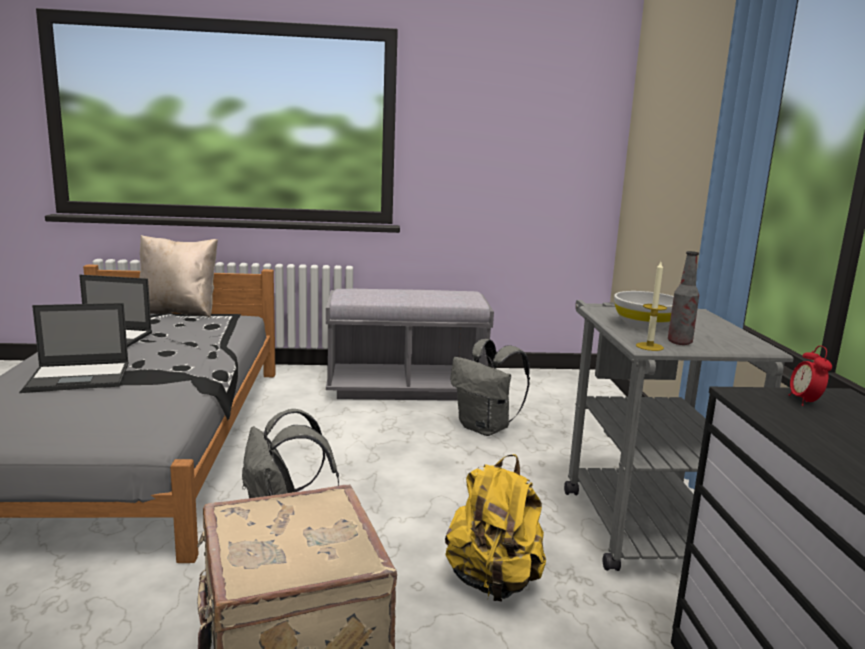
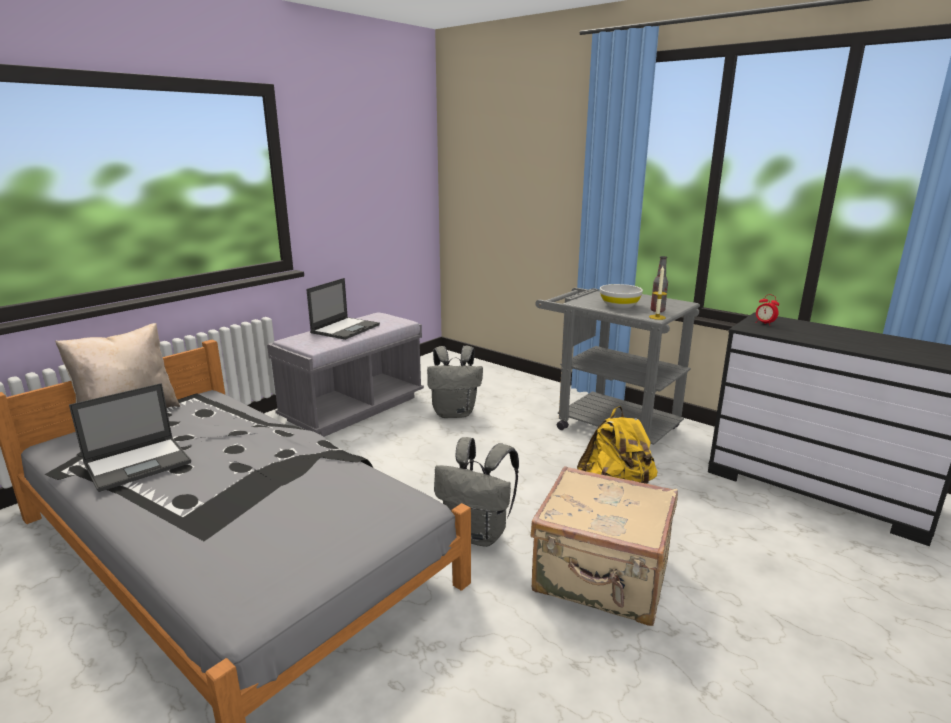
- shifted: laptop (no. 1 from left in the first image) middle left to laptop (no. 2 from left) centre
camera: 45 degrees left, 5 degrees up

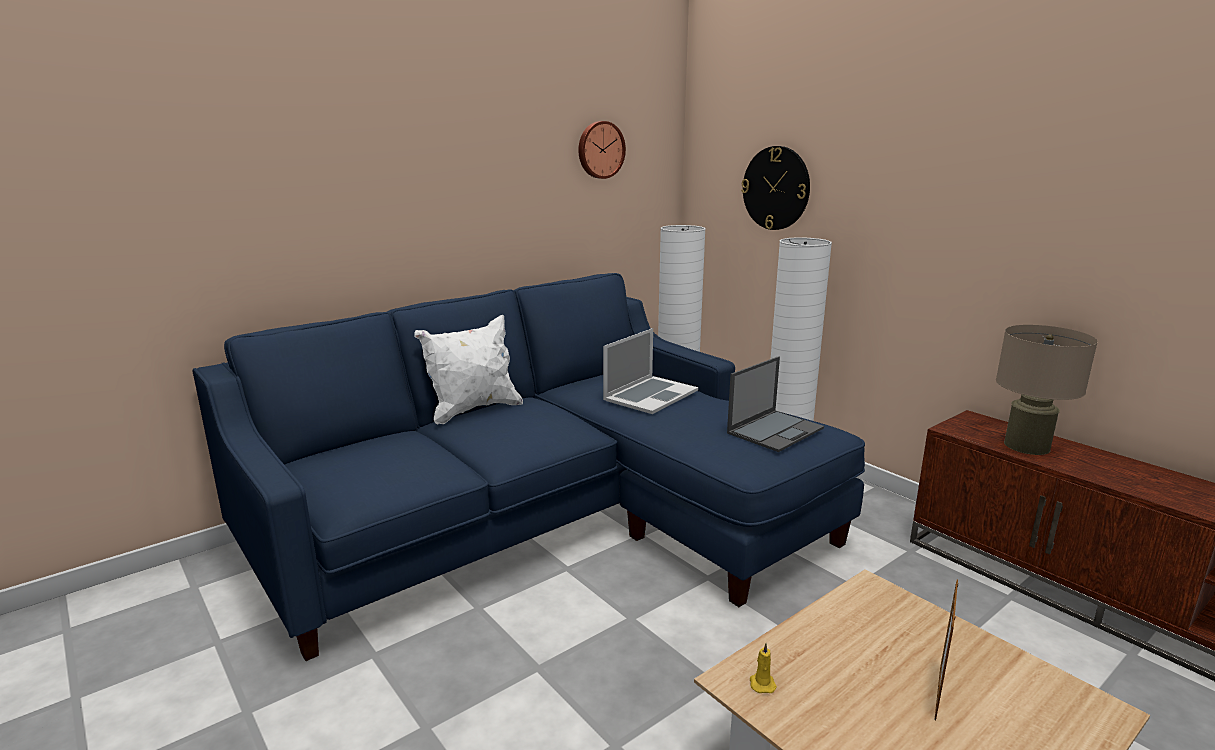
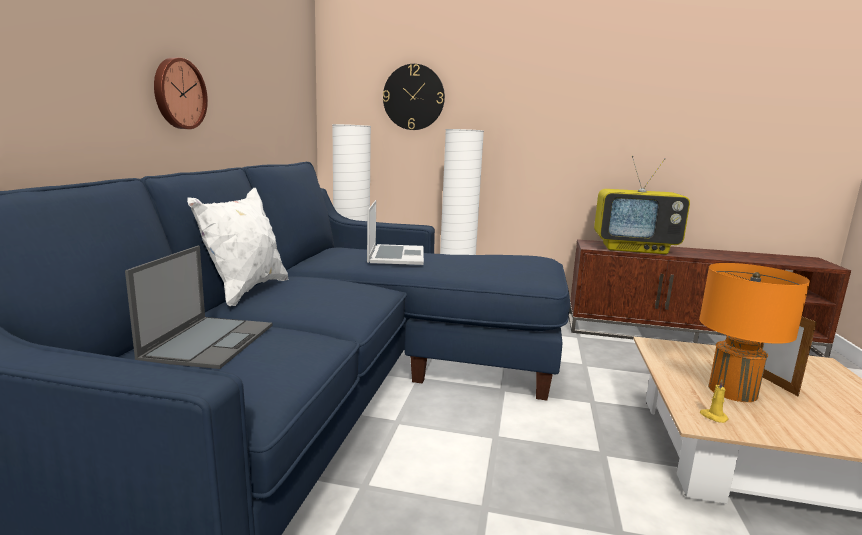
- new: orange table lamp middle right
- shifted: wall clock (no. 1 from left) top centre to top left
- shifted: laptop (no. 2 from left in the first image) centre to laptop (no. 1 from left) middle left
- swapped: beige table lamp middle right to television middle right
camera: 40 degrees left, 5 degrees down

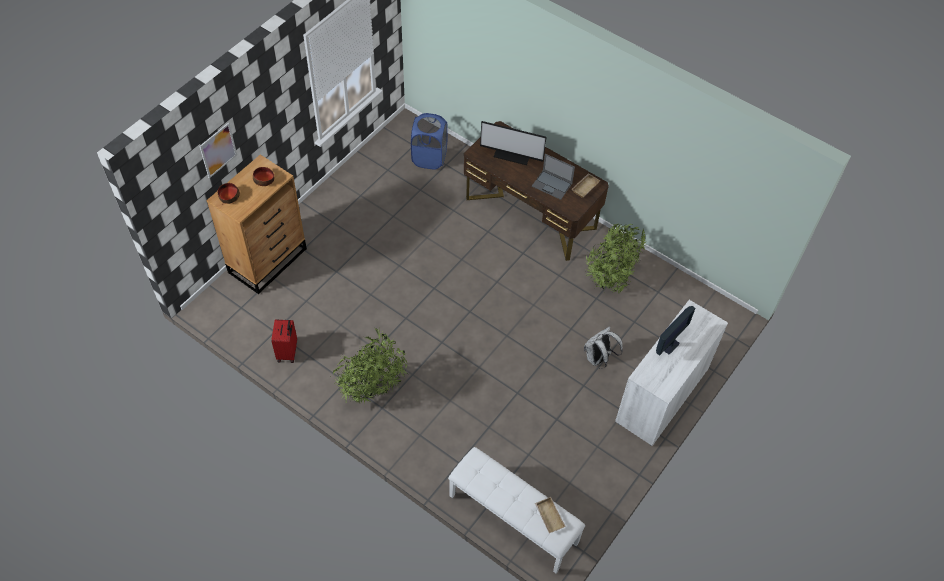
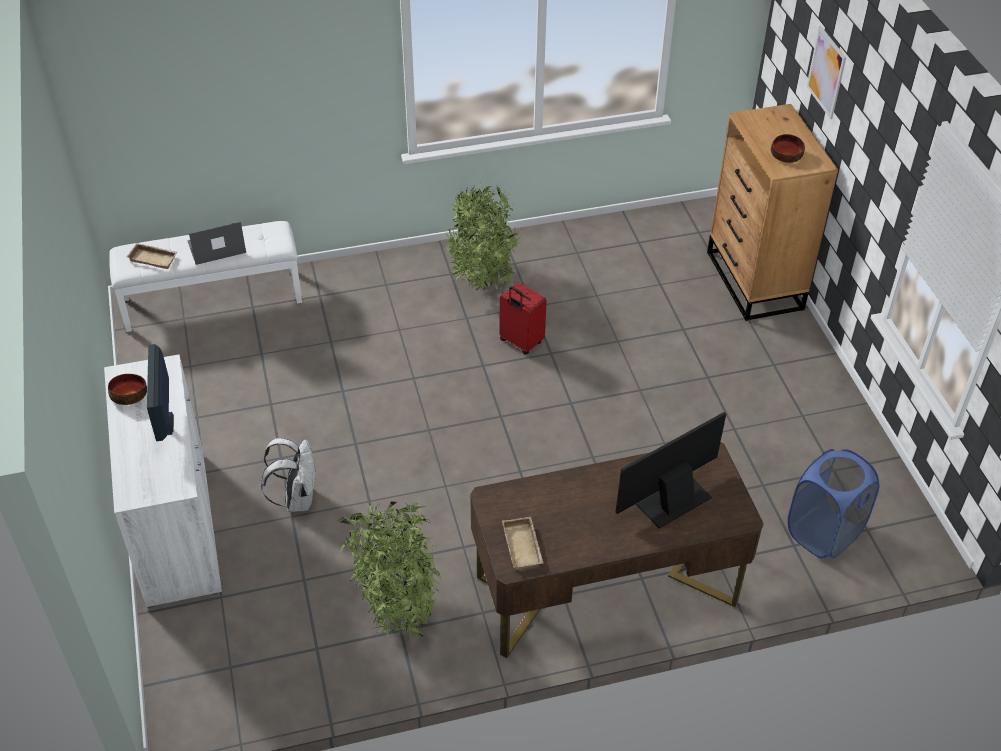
- shifted: bowl (no. 1 from left) top left to middle left
- shifted: red suitcase middle left to centre
- shifted: laptop top centre to top left
camera: 130 degrees right, 10 degrees down

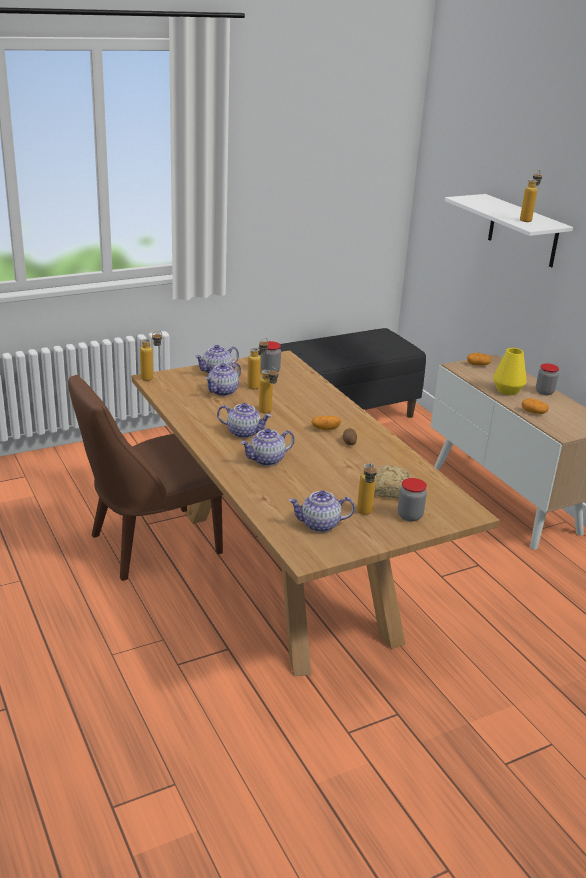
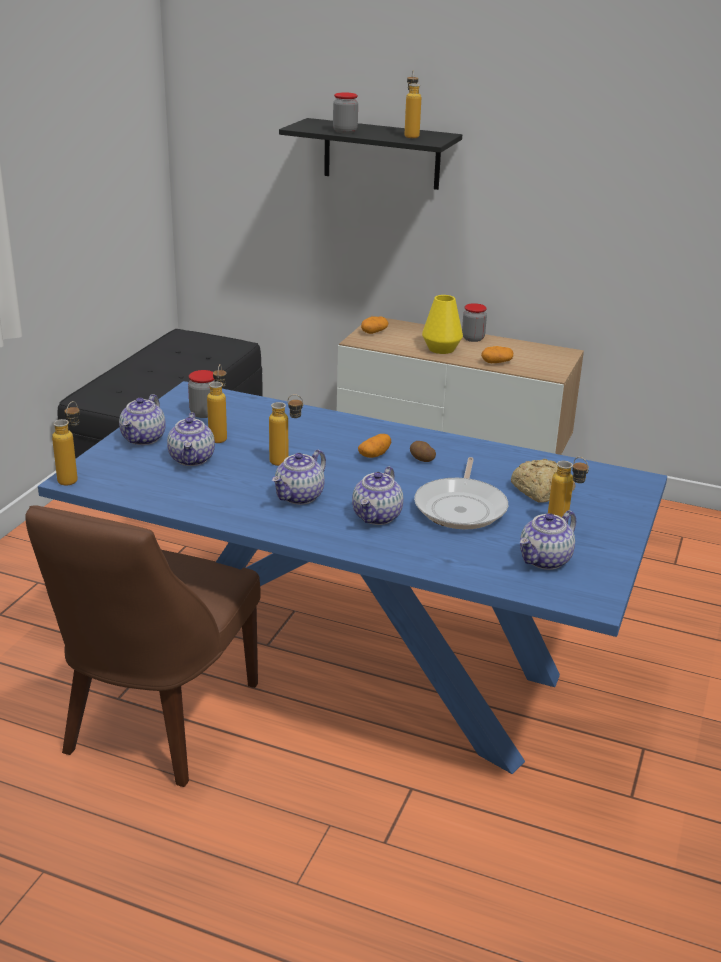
- new: frying pan centre
- shifted: jar (no. 2 from left) middle right to top centre
- repainted: brown dining table centre to blue dining table centre
- repainted: white shelf top right to black shelf top centre
- rotated: teapot (no. 3 from left) centre = centre 150 degrees clockwise
camera: 40 degrees left, 0 degrees up

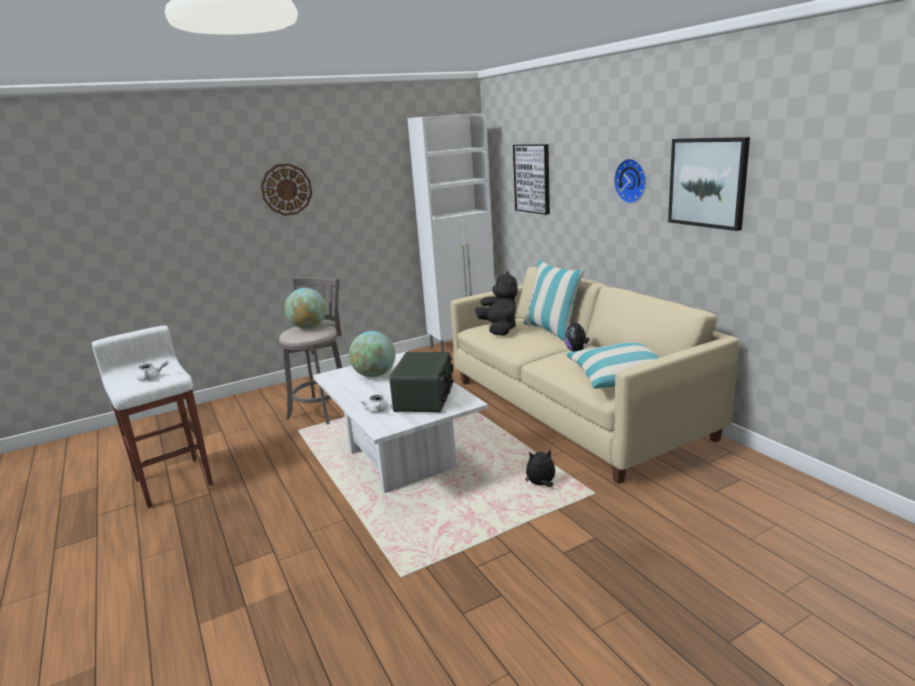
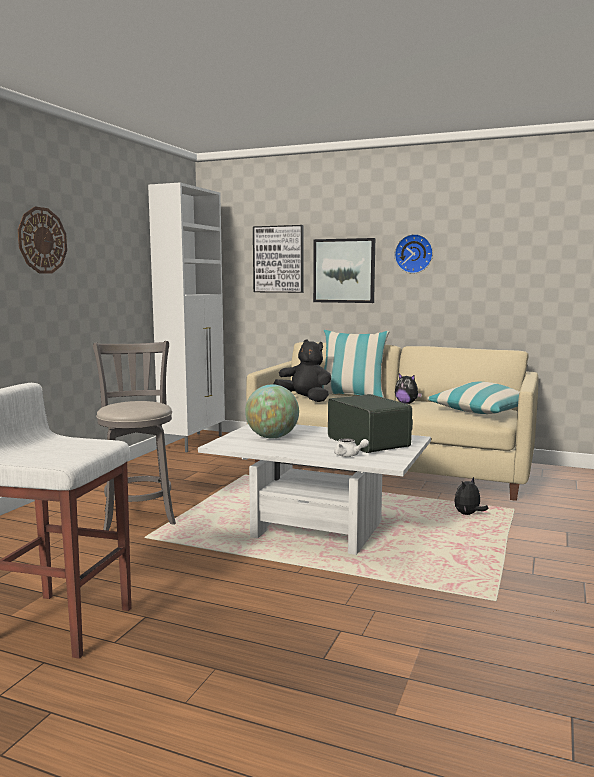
- gone: white teapot (no. 1 from left) middle left
- gone: globe (no. 1 from left) centre
- shifted: picture (no. 2 from left) top right to centre
camera: 40 degrees left, 10 degrees down

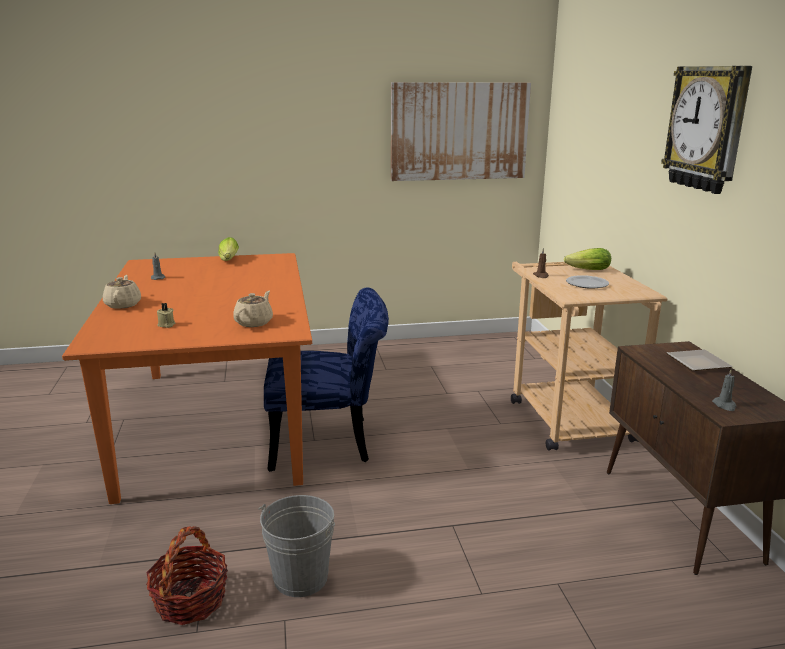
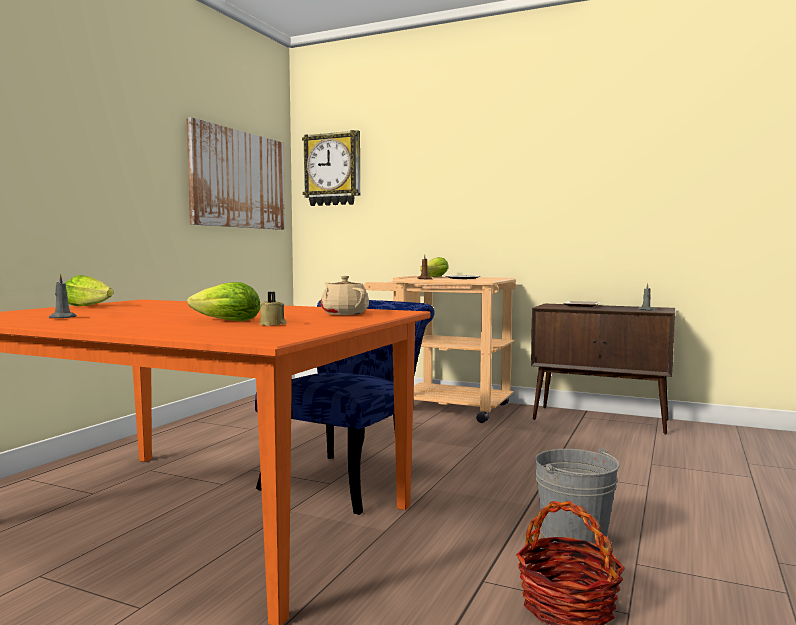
- gone: beige teapot (no. 1 from left) middle left
- new: lettuce (no. 2 from left) middle left
- shifted: wall clock top right to top centre
camera: 55 degrees left, 15 degrees down

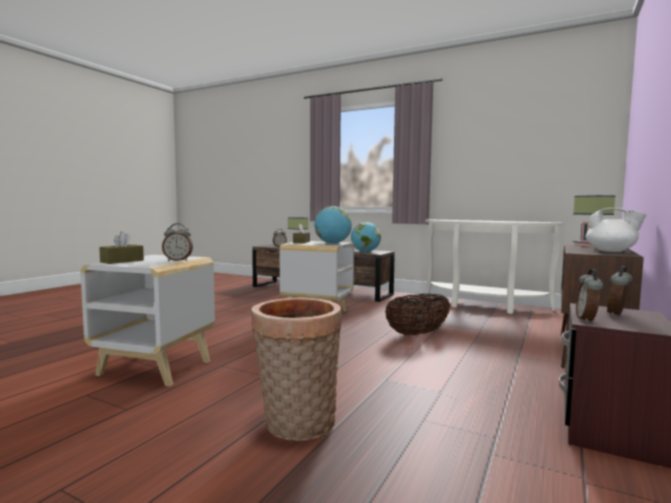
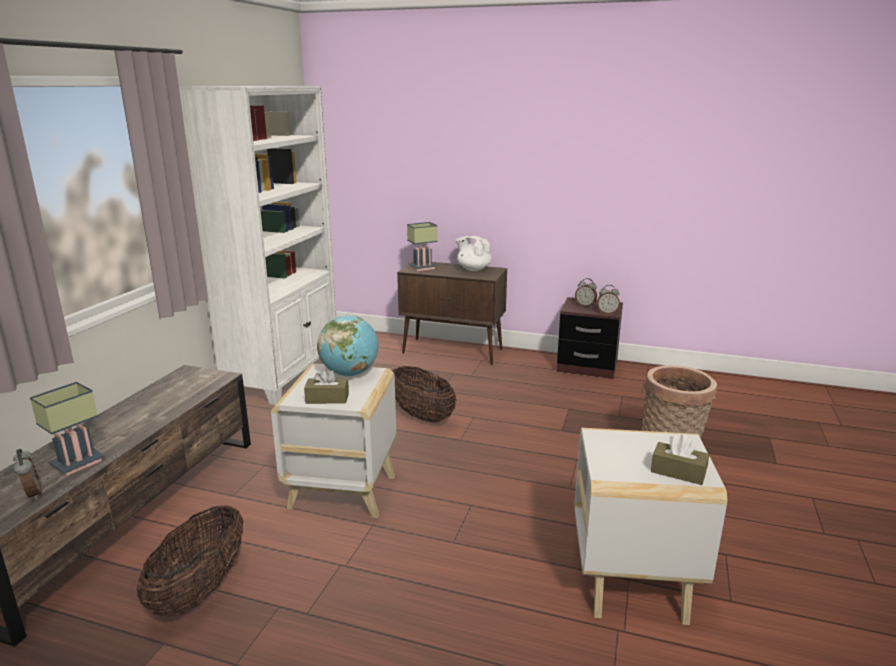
- gone: alarm clock (no. 1 from left) middle left
- gone: globe (no. 2 from left) centre
- new: basket (no. 1 from left) bottom left
- swapped: white console table middle right to white bookcase middle left
- rotated: white teapot middle right = centre 75 degrees counterclockwise
camera: 100 degrees left, 15 degrees up

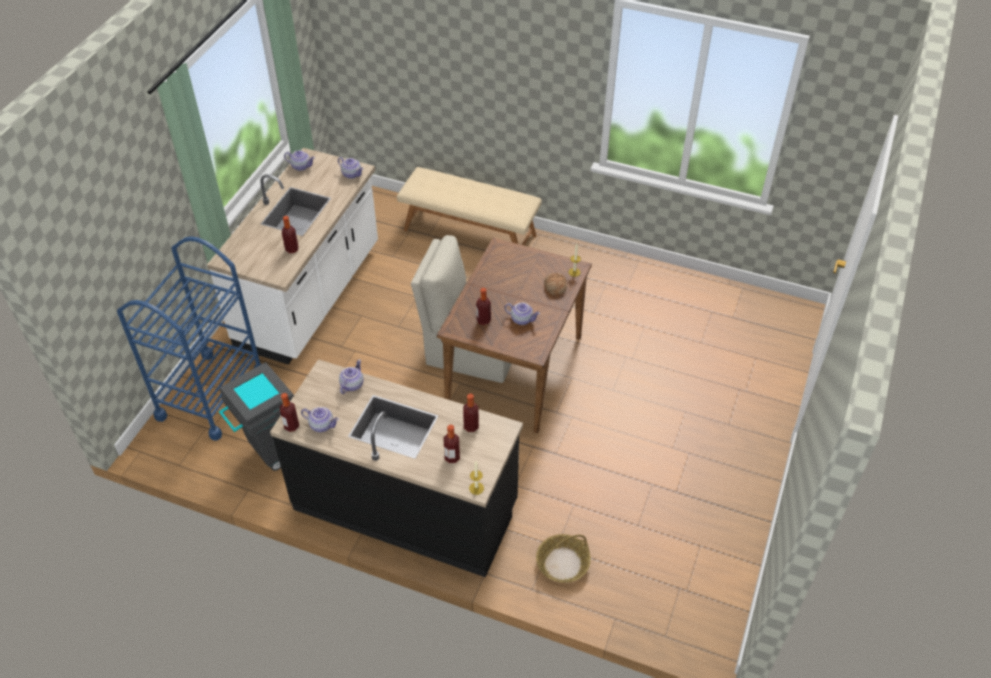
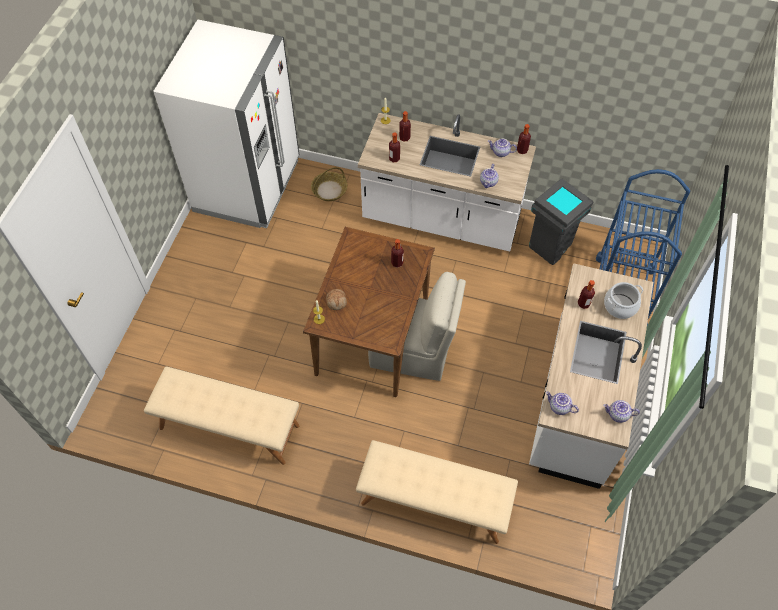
- gone: teapot (no. 5 from left) centre
- new: beige bench (no. 1 from left) bottom left
- new: white fridge top left
- new: cooking pot middle right
- repainted: black counter bottom centre to white counter (no. 1 from left) top centre
camera: 175 degrees right, 10 degrees up

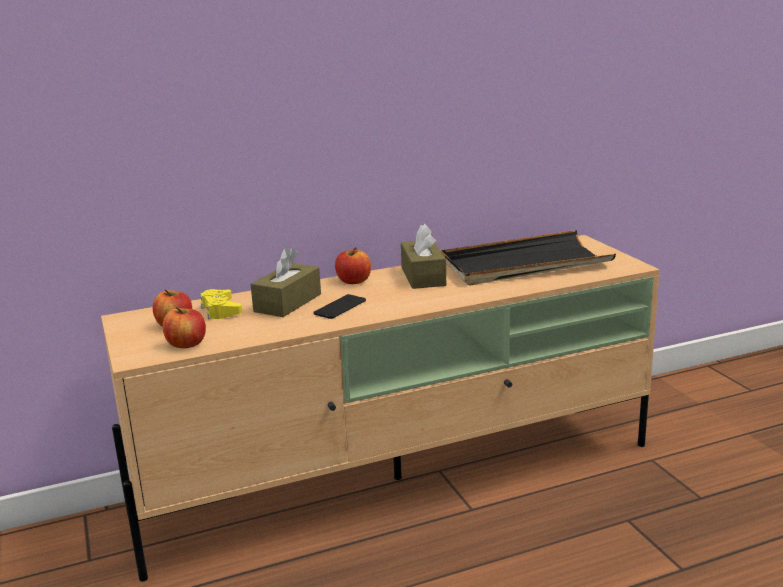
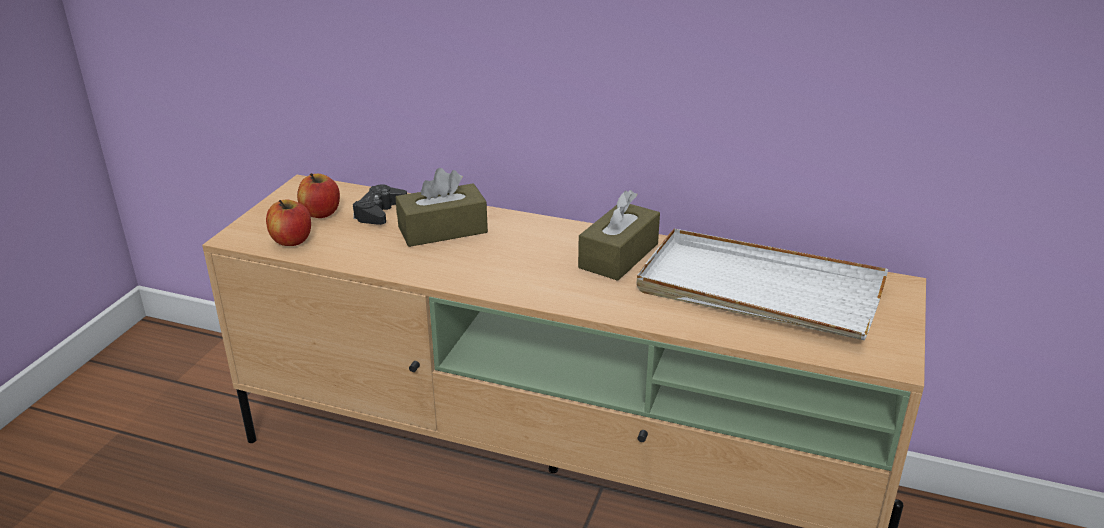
- gone: phone centre
- gone: apple (no. 3 from left) centre
- repainted: yellow game controller middle left to black game controller centre
- repainted: black tray middle right to white tray middle right
camera: 40 degrees right, 10 degrees up

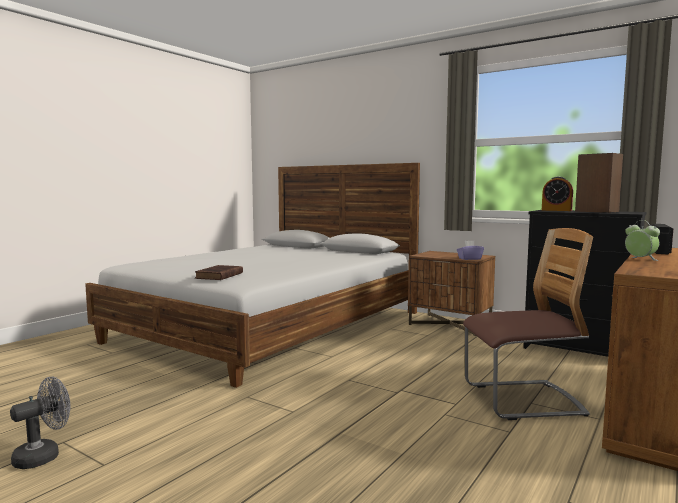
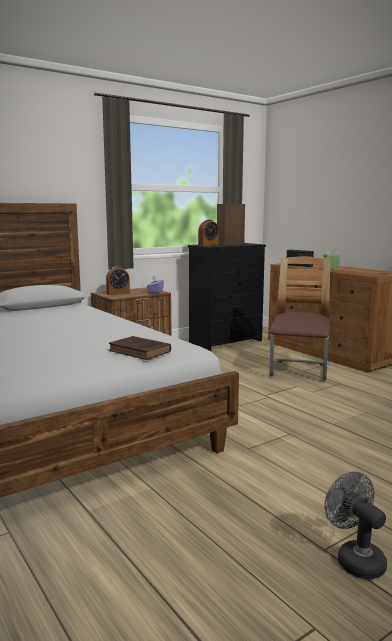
- new: alarm clock (no. 1 from left) middle left
camera: 70 degrees left, 5 degrees up

